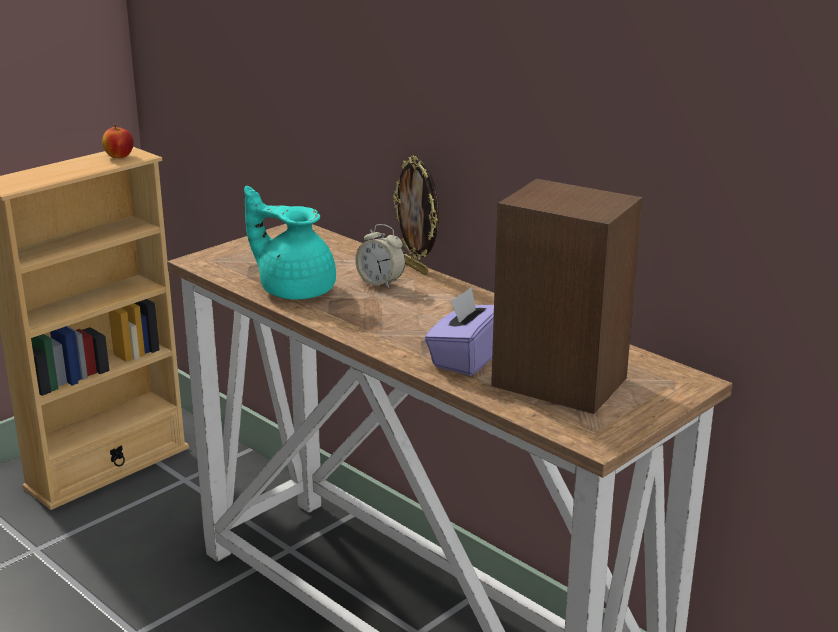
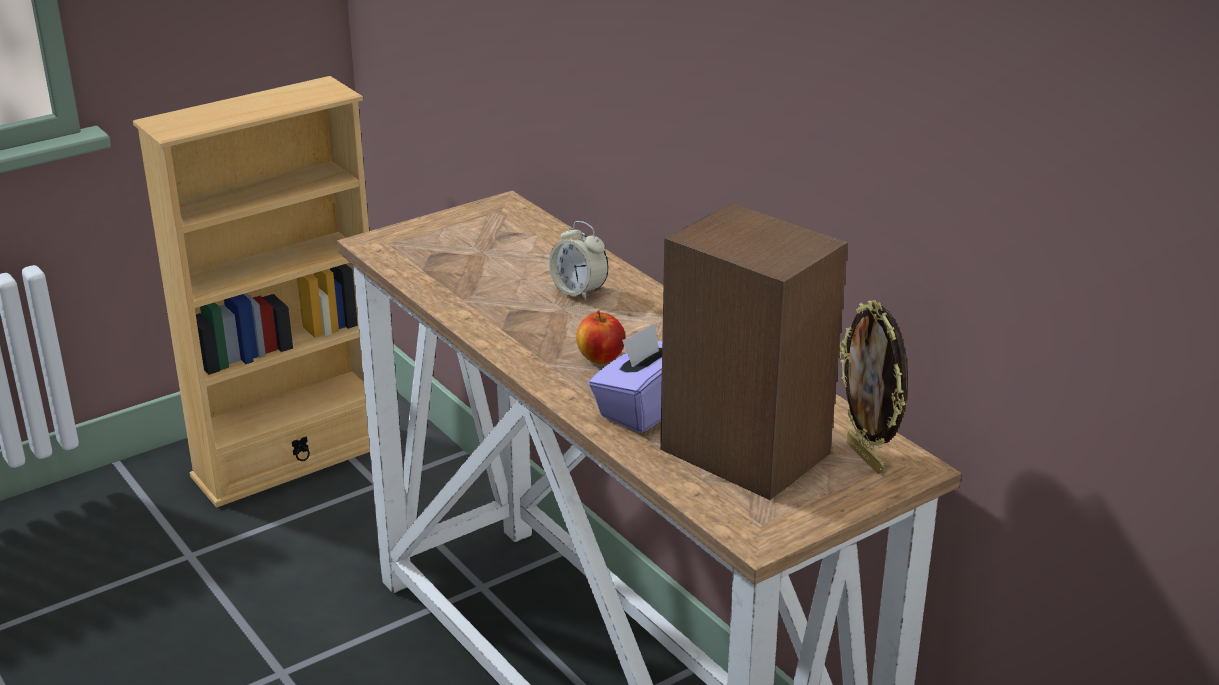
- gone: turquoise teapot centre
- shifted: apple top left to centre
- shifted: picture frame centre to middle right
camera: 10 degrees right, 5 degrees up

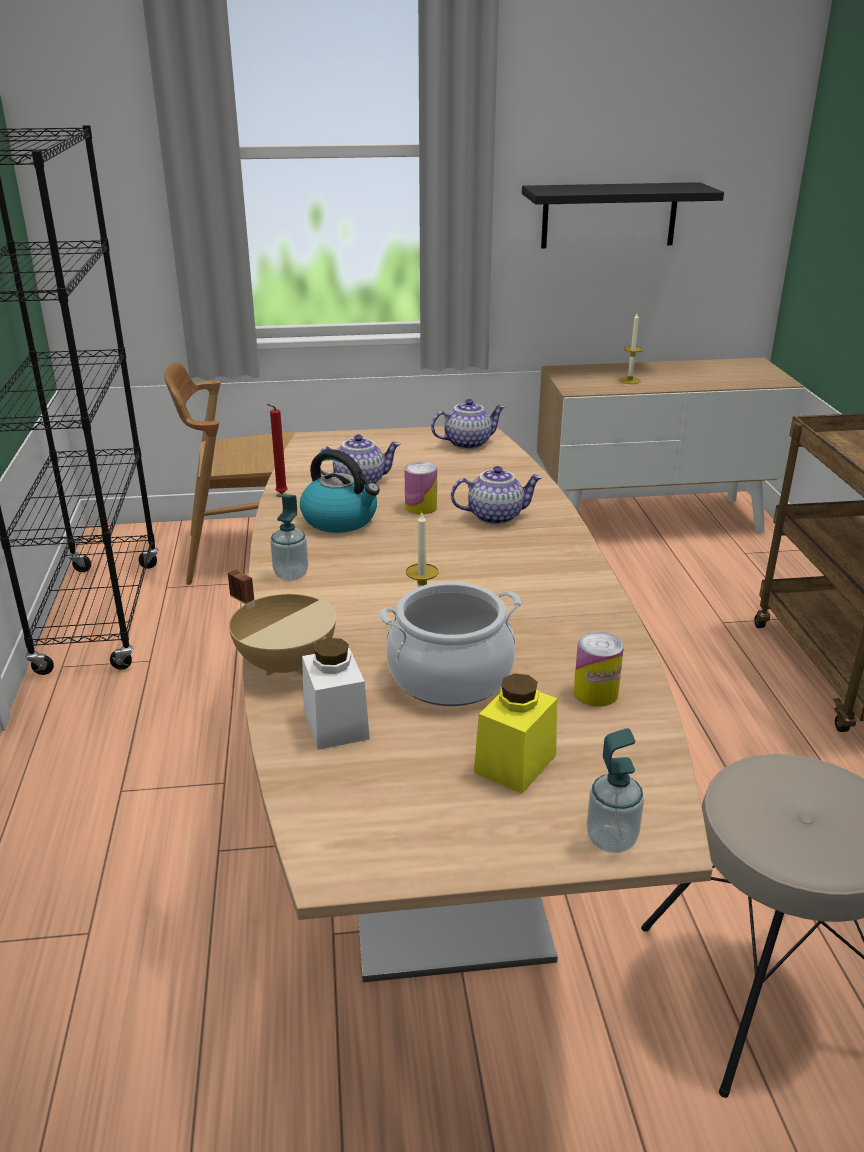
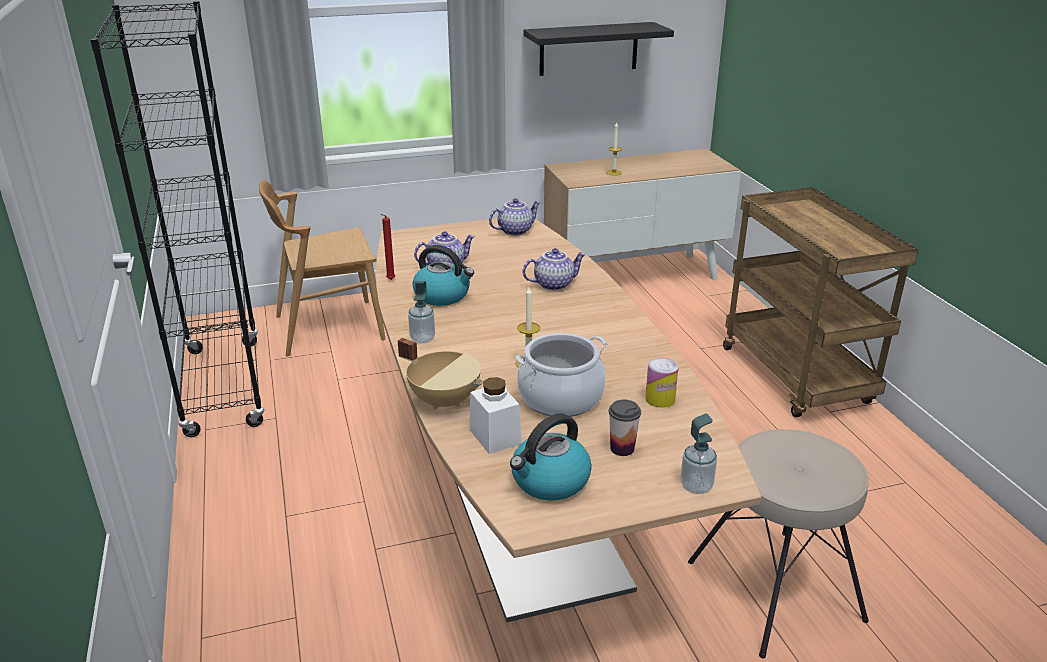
- gone: can (no. 1 from left) centre
- new: kettle (no. 2 from left) bottom centre
- swapped: yellow jar centre to cup centre
camera: 10 degrees left, 0 degrees up

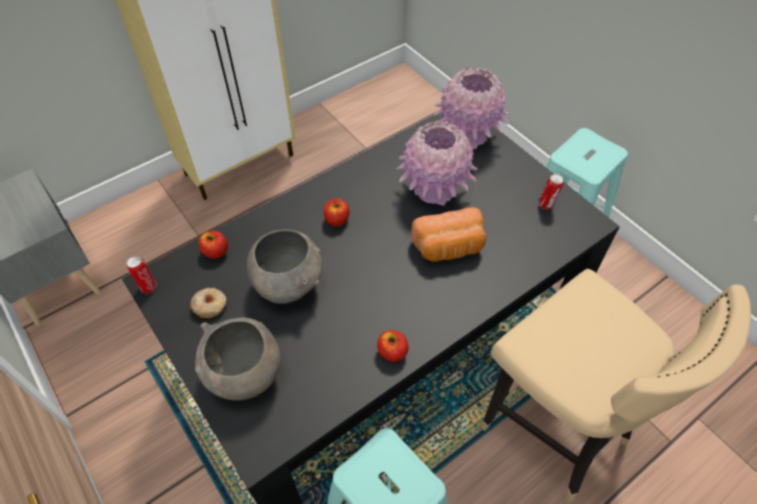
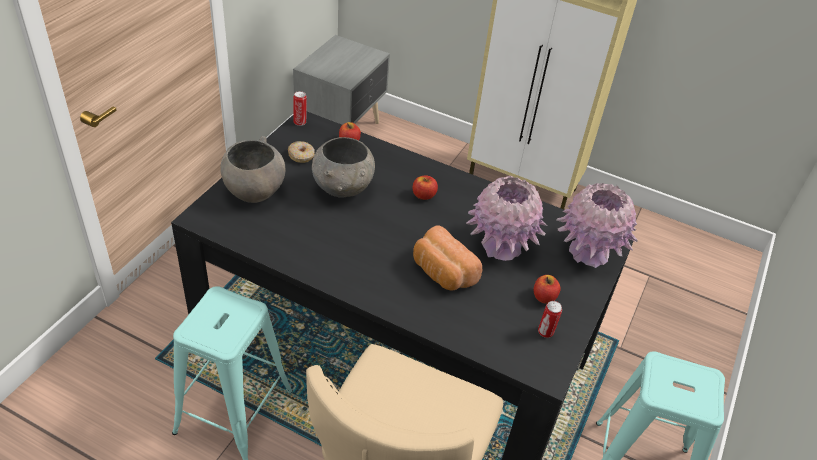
- shifted: apple (no. 3 from left) bottom centre to middle right
camera: 60 degrees right, 10 degrees down

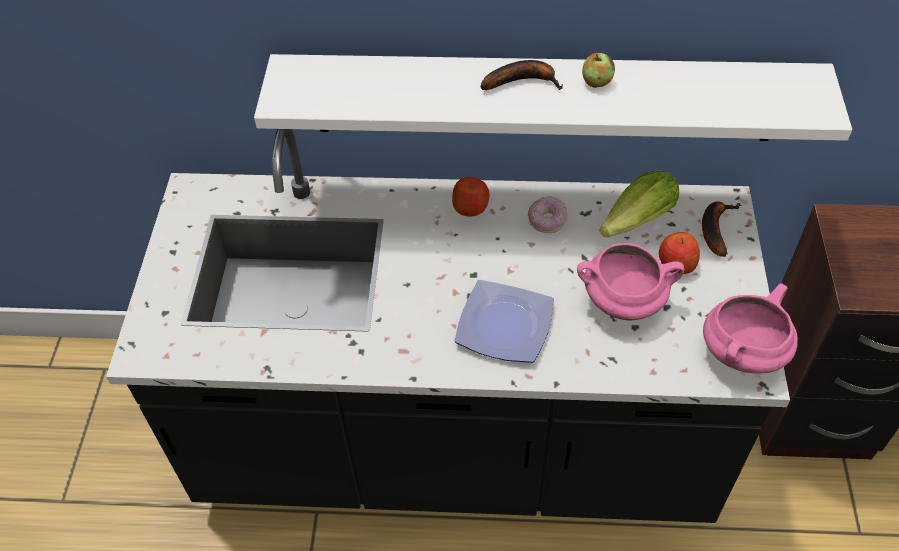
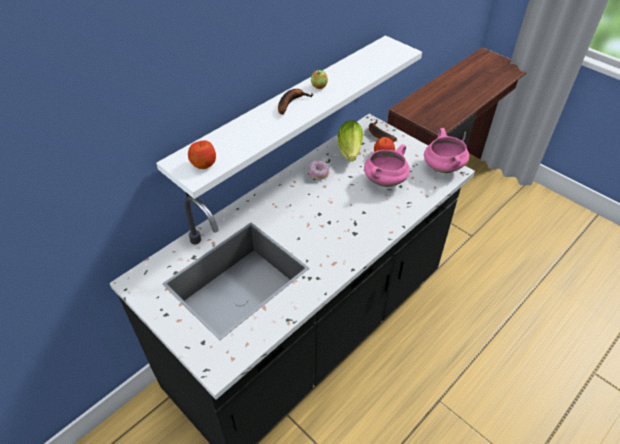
- gone: plate centre
- shifted: apple (no. 1 from left) centre to middle left
camera: 50 degrees left, 5 degrees down

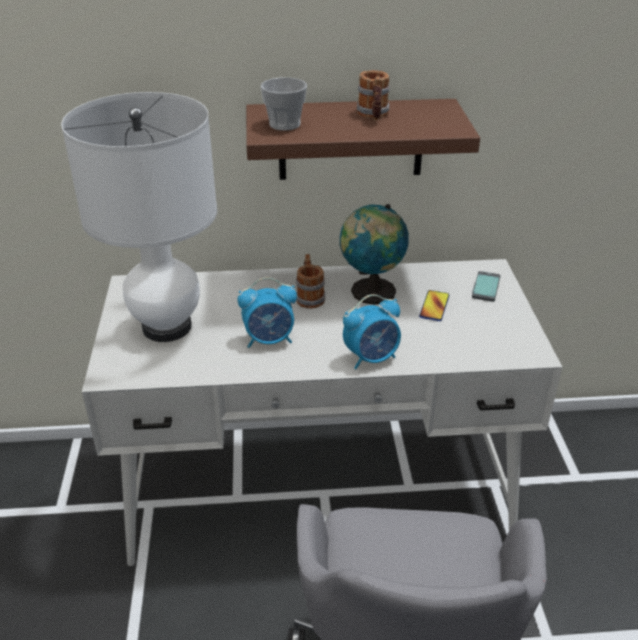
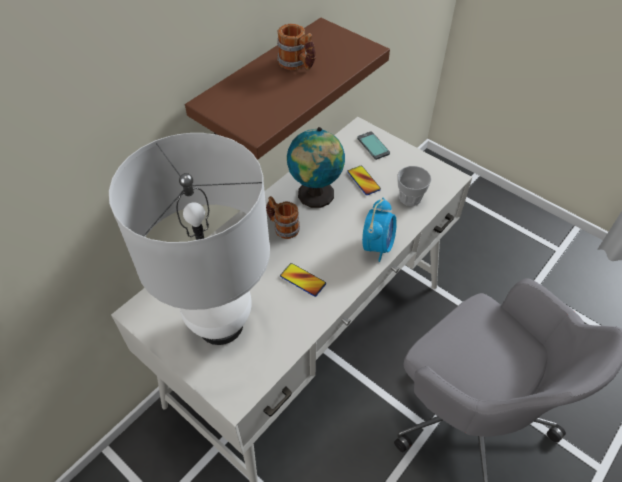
- shifted: cup top centre to centre
- swapped: alarm clock (no. 1 from left) centre to phone (no. 1 from left) centre
camera: 45 degrees left, 15 degrees up

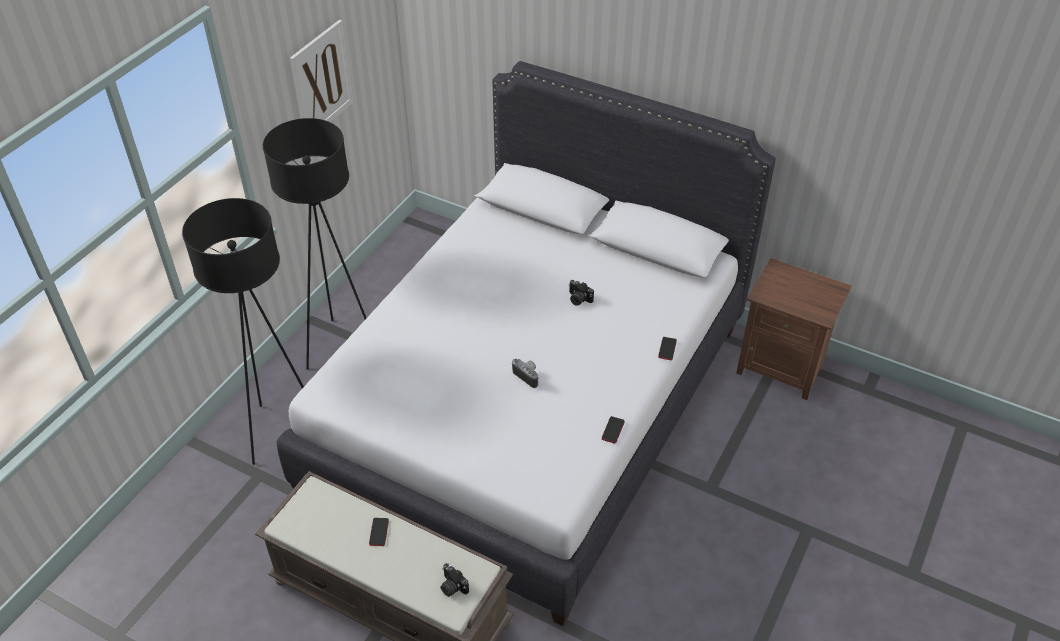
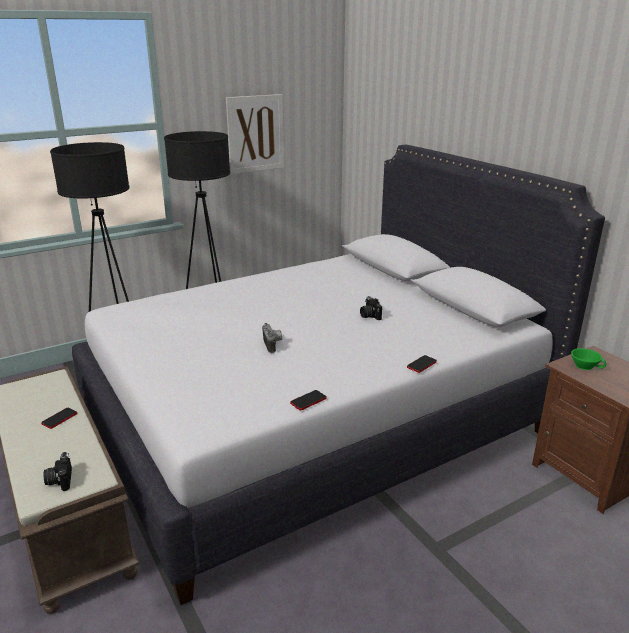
- new: green cup middle right
camera: 30 degrees right, 20 degrees down

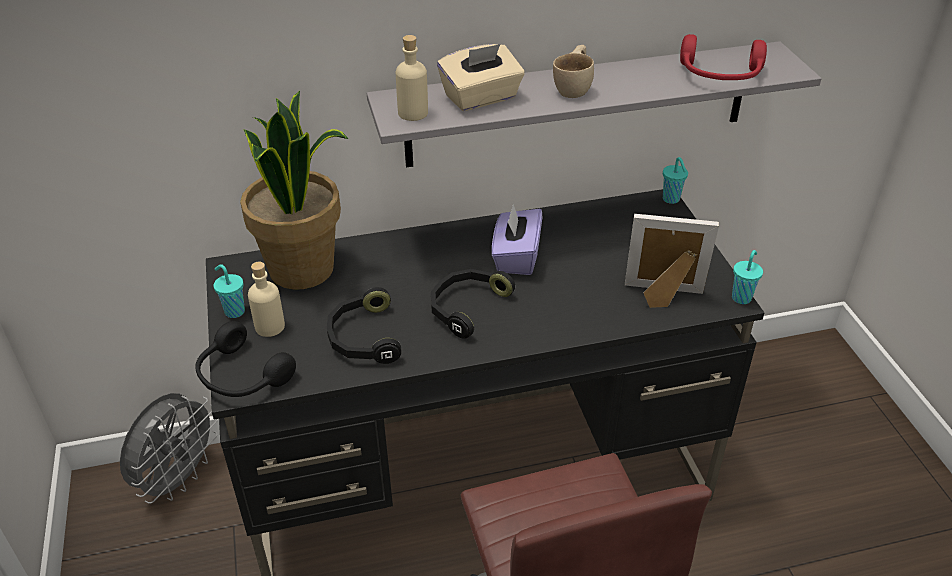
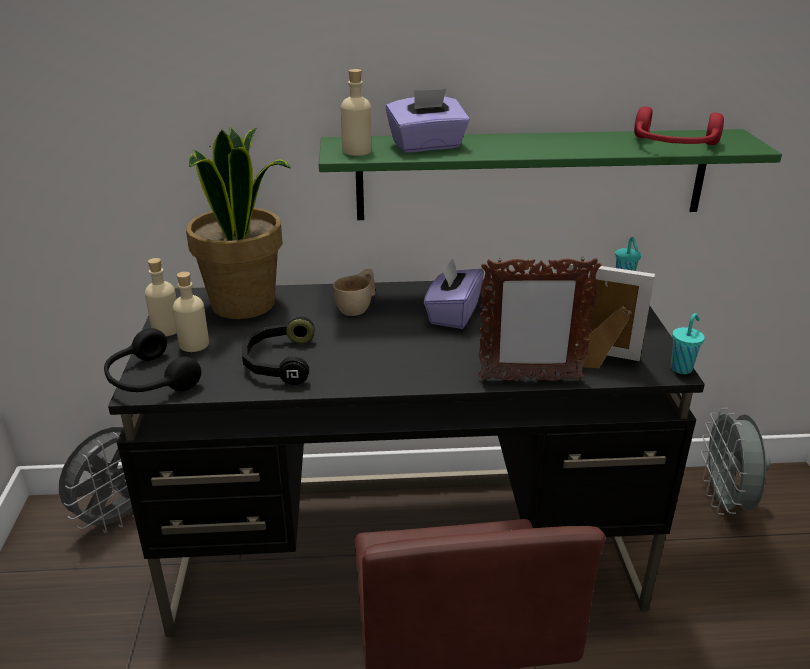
- gone: black headphones (no. 3 from left) centre
- new: picture frame (no. 1 from left) centre
- new: grey fan (no. 2 from left) bottom right
- shifted: beige cup top centre to centre
- swapped: turquoise cup (no. 1 from left) middle left to beige bottle (no. 1 from left) middle left
- repainted: grey shelf top centre to green shelf top right
- repainted: beige tissue box top centre to purple tissue box (no. 1 from left) top centre
camera: 10 degrees right, 10 degrees down

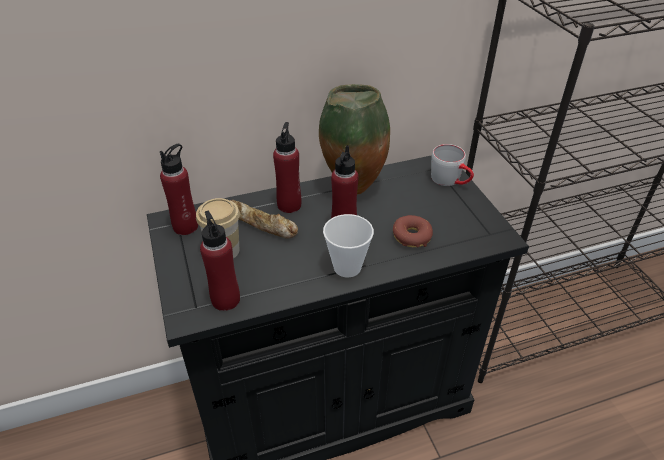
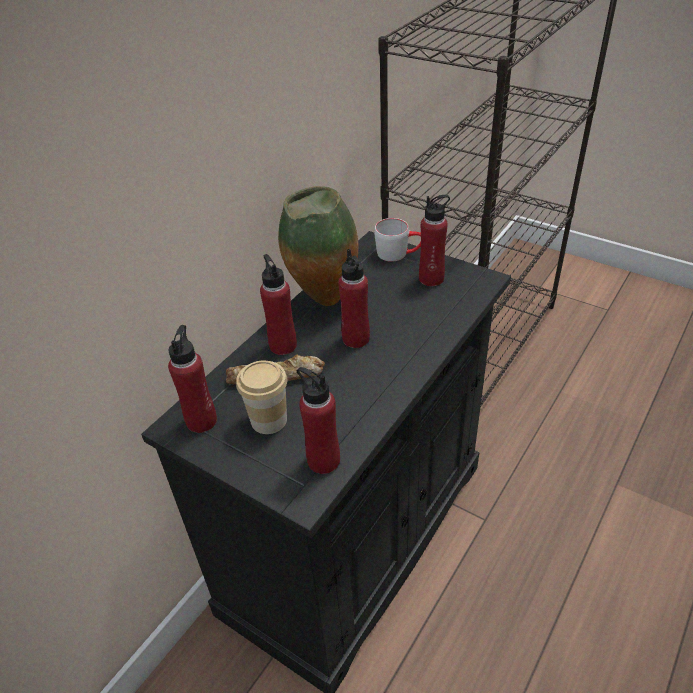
- gone: cup (no. 2 from left) centre
- gone: donut centre
- new: red bottle (no. 5 from left) centre
camera: 35 degrees left, 0 degrees up

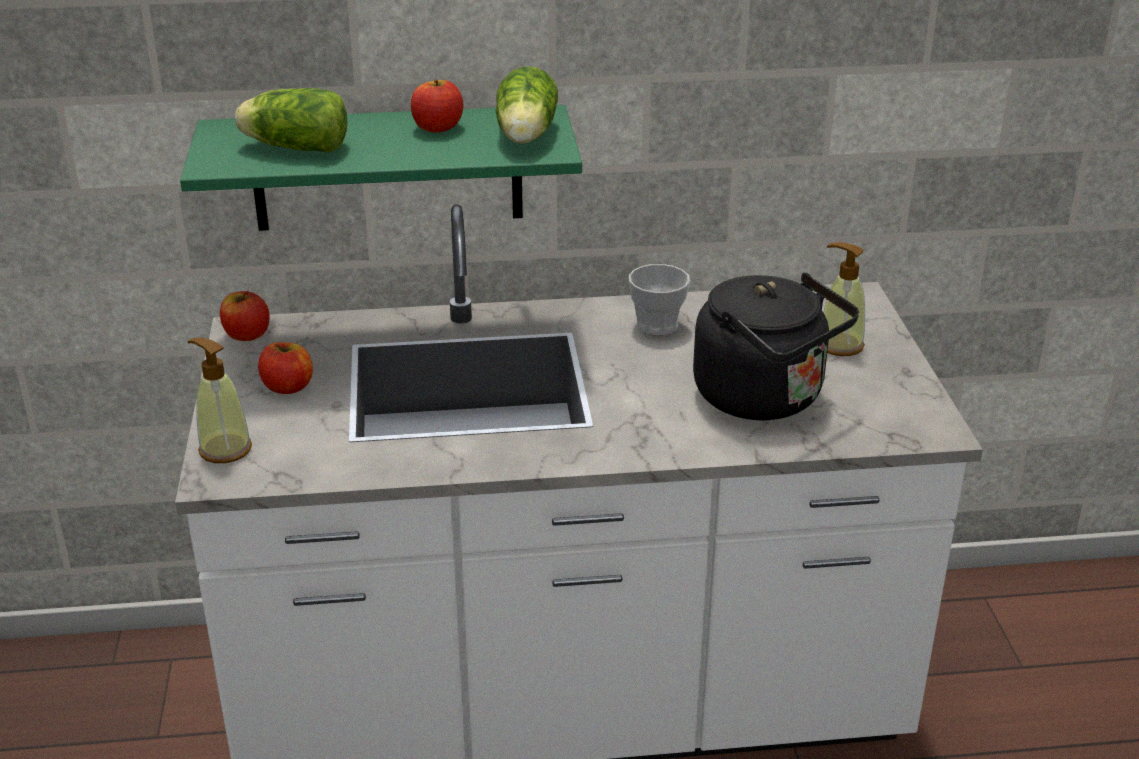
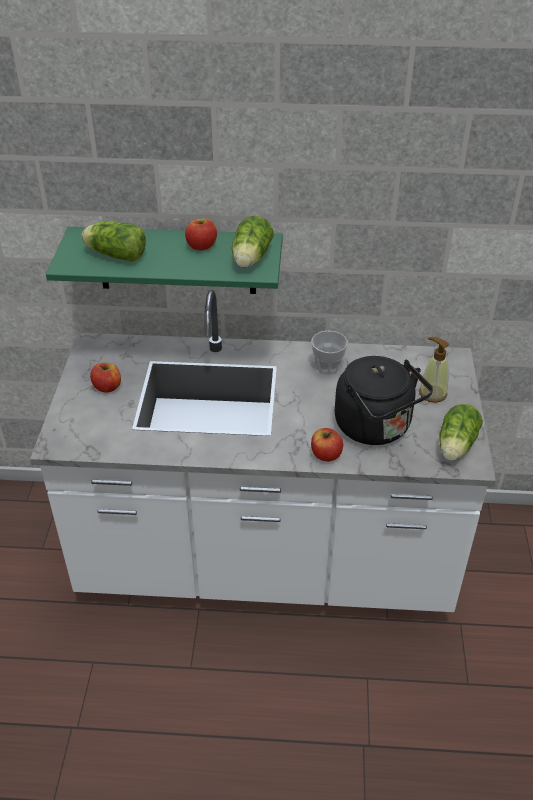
- gone: soap dispenser (no. 1 from left) middle left
- new: lettuce (no. 3 from left) middle right
- shifted: apple (no. 1 from left in the first image) middle left to apple (no. 3 from left) centre
camera: 10 degrees right, 10 degrees up

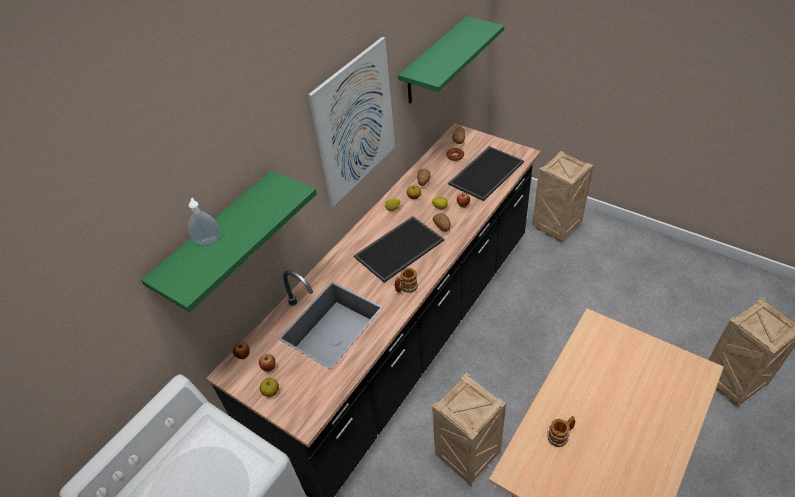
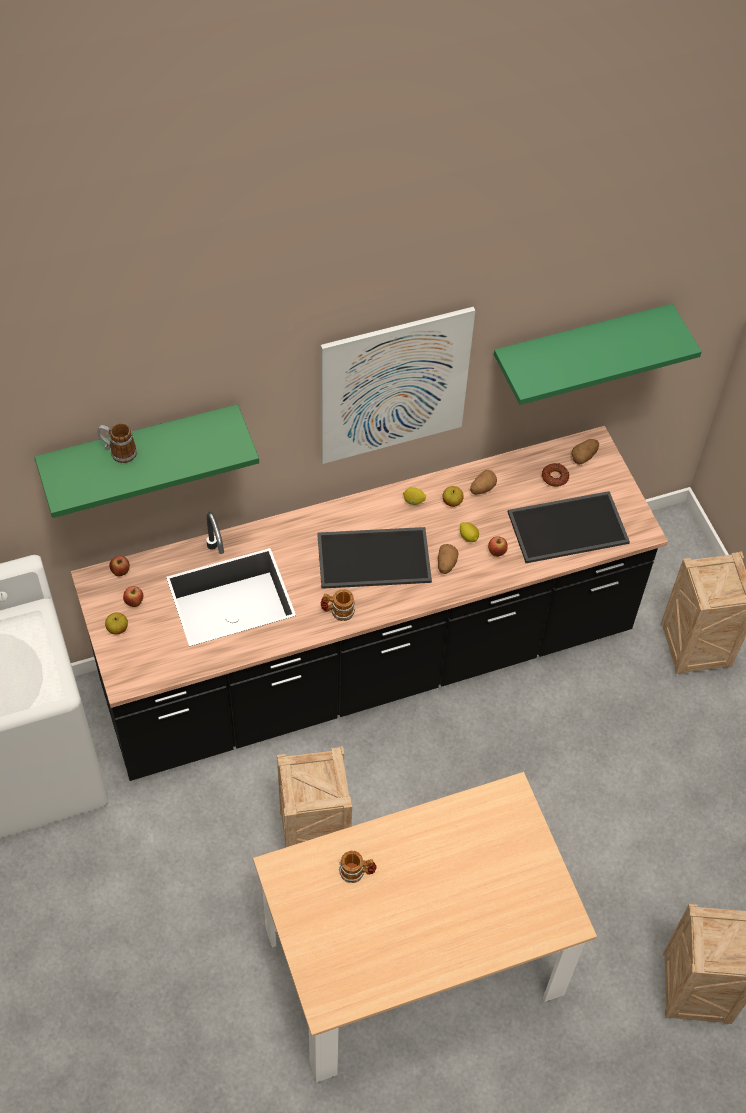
- swapped: soap dispenser middle left to mug (no. 1 from left) middle left
camera: 30 degrees right, 10 degrees up

